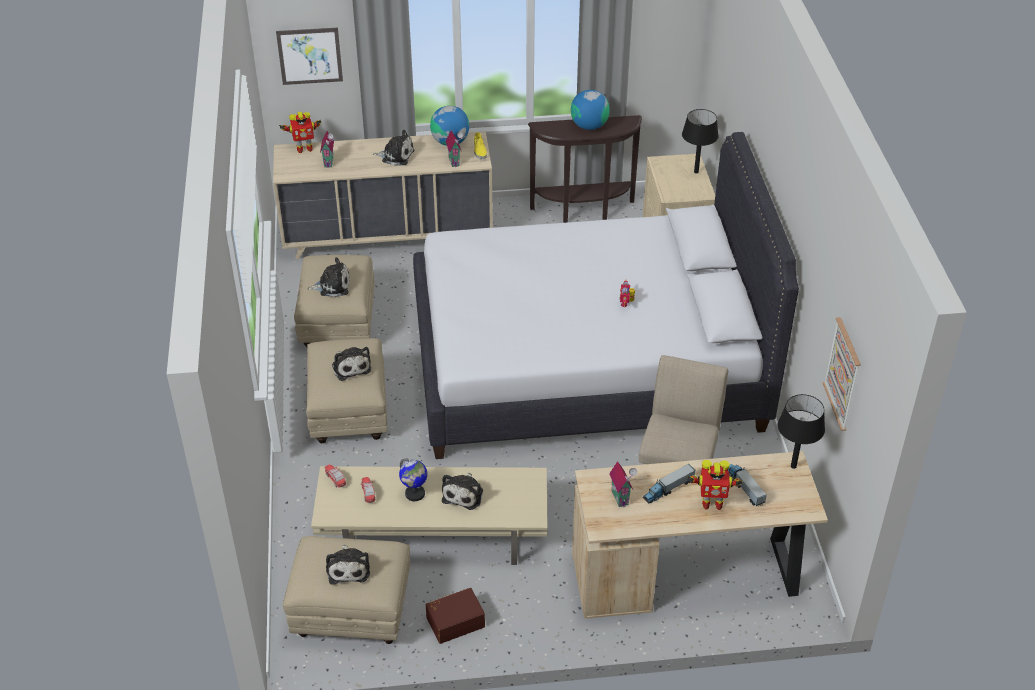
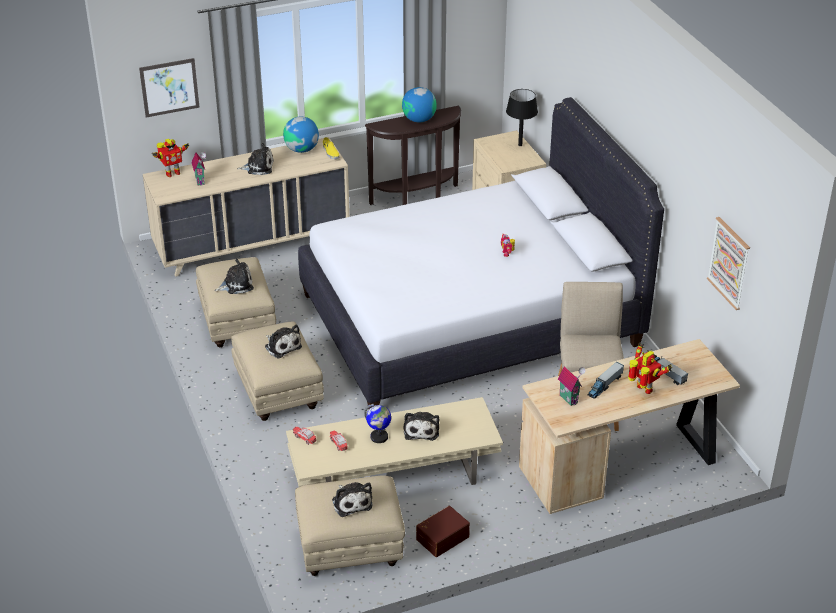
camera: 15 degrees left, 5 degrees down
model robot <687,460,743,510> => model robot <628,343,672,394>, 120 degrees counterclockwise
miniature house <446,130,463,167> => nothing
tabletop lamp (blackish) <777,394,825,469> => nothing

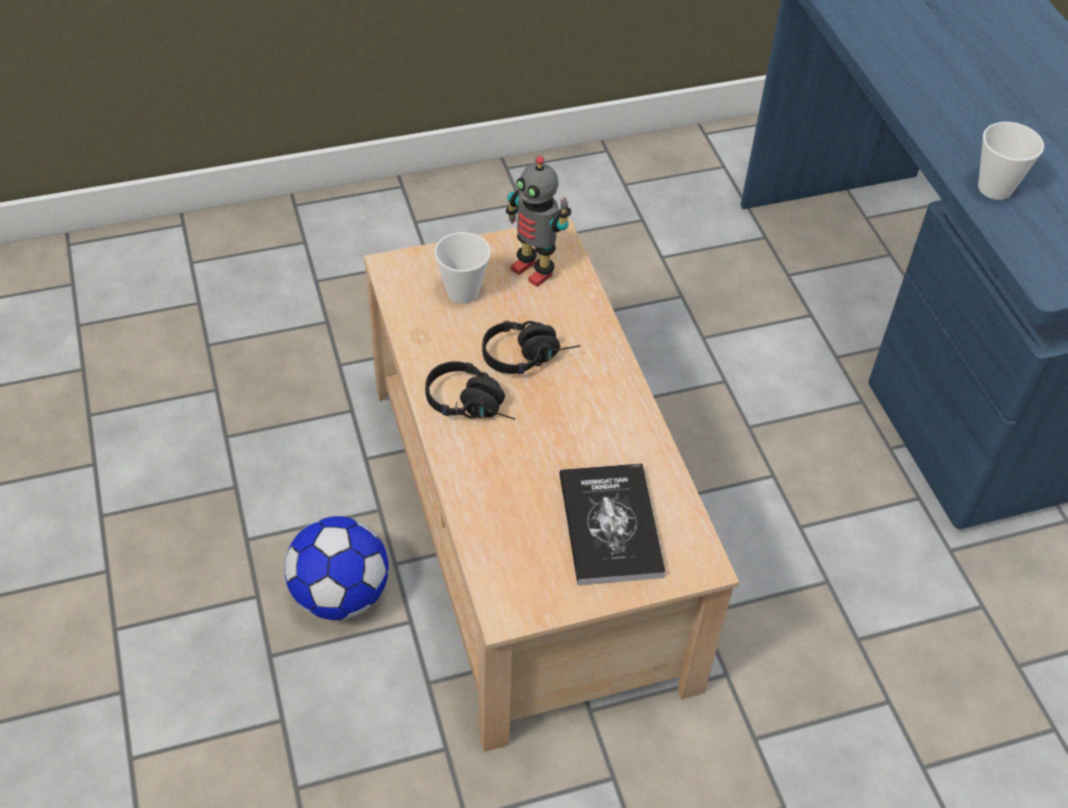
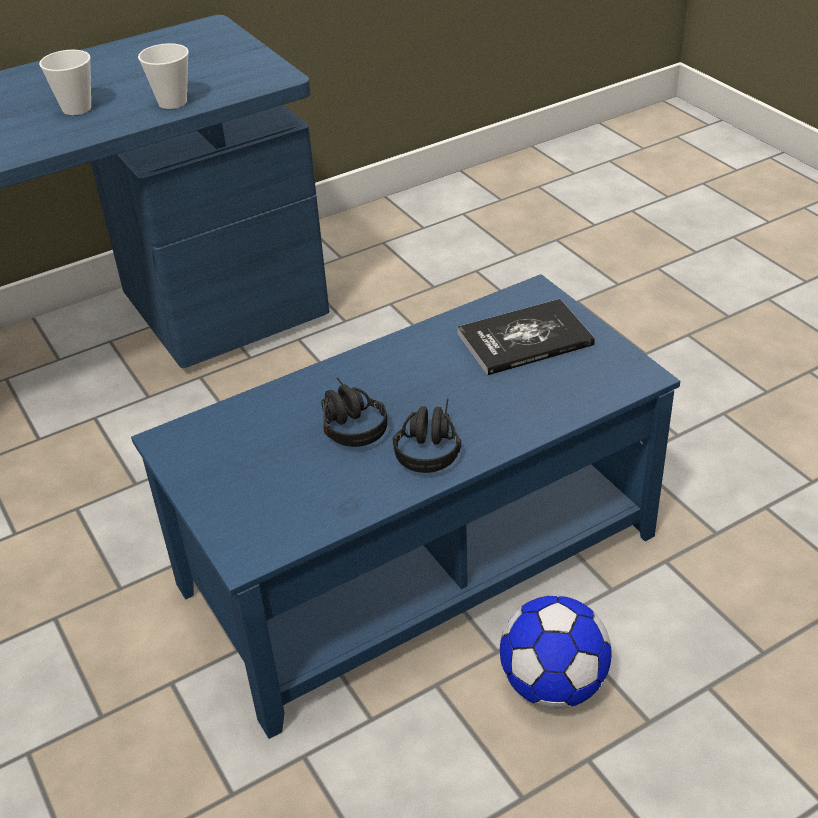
camera: 100 degrees left, 10 degrees down
drinking cup <434,232,491,304> => drinking cup <39,50,91,115>, move
coffee table (beige) <364,218,739,752> => coffee table (blue-coloured) <131,274,680,739>
model robot <506,156,571,287> => nothing

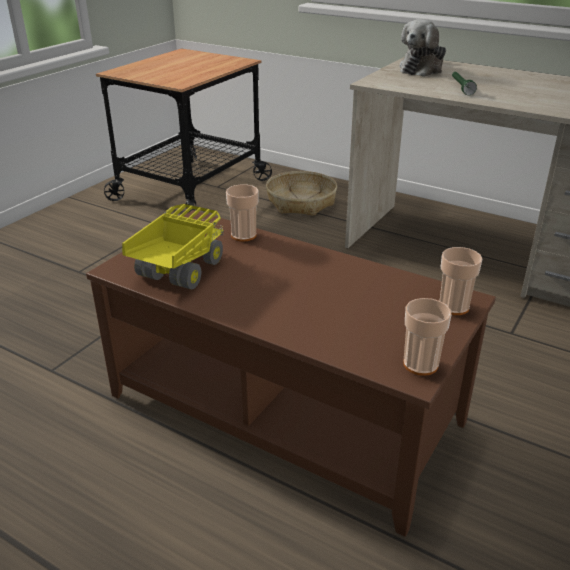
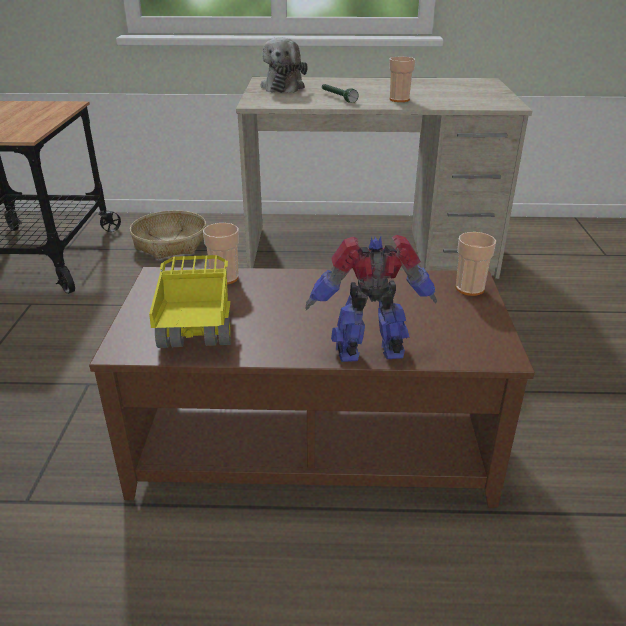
camera: 30 degrees left, 0 degrees up
nothing => model robot <305,235,437,362>
drinking cup <403,298,451,376> => drinking cup <389,57,415,102>, move

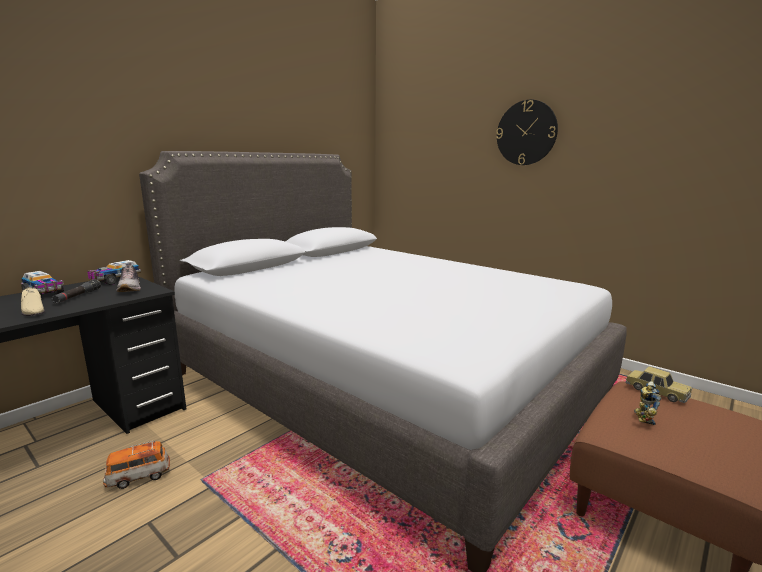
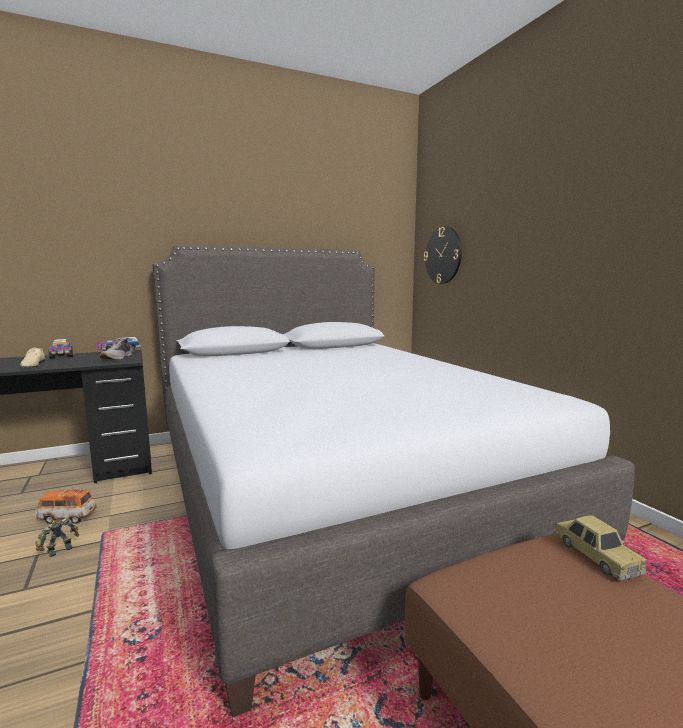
camera: 25 degrees right, 5 degrees down
model robot <634,381,662,425> => model robot <36,518,79,557>, move
wall clock <496,100,558,165> => wall clock <424,226,462,284>, move
torch (blackish) <51,279,101,304> => nothing

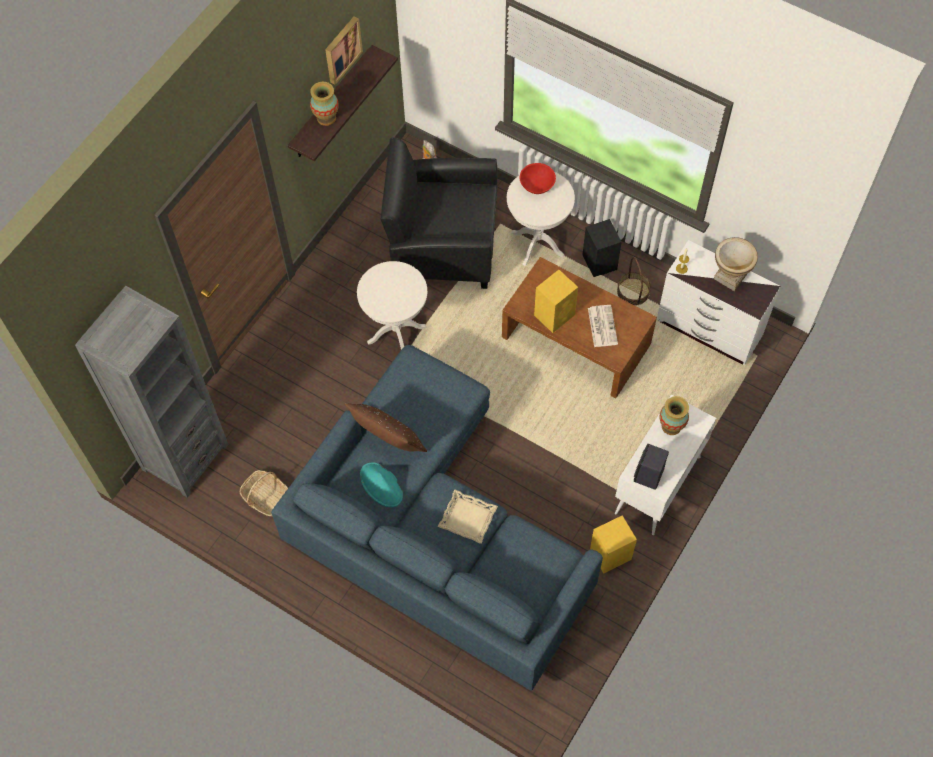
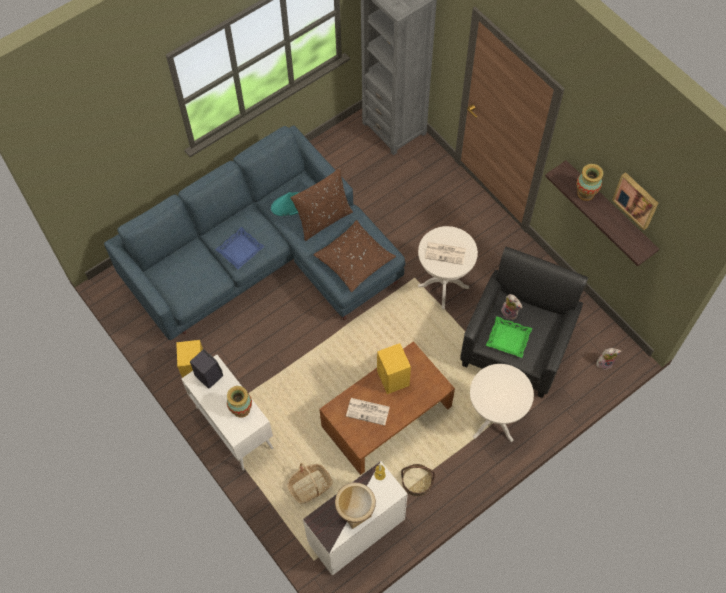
camera: 110 degrees right, 0 degrees up
serving tray (beige) <437,490,498,544> => serving tray (blue-coloured) <215,227,265,270>
household basket <240,470,288,516> => household basket <287,463,333,504>, move
nothing => throw pillow (brown-coloured) <313,220,396,292>
nothing => daily paper <425,242,466,265>
nothing => serving tray (green) <486,316,532,358>
nothing => cuddly toy <501,294,522,320>
deep dish (red-coloured) <520,163,556,194> => nothing
loudspeaker (blackish) <582,219,622,277> => nothing

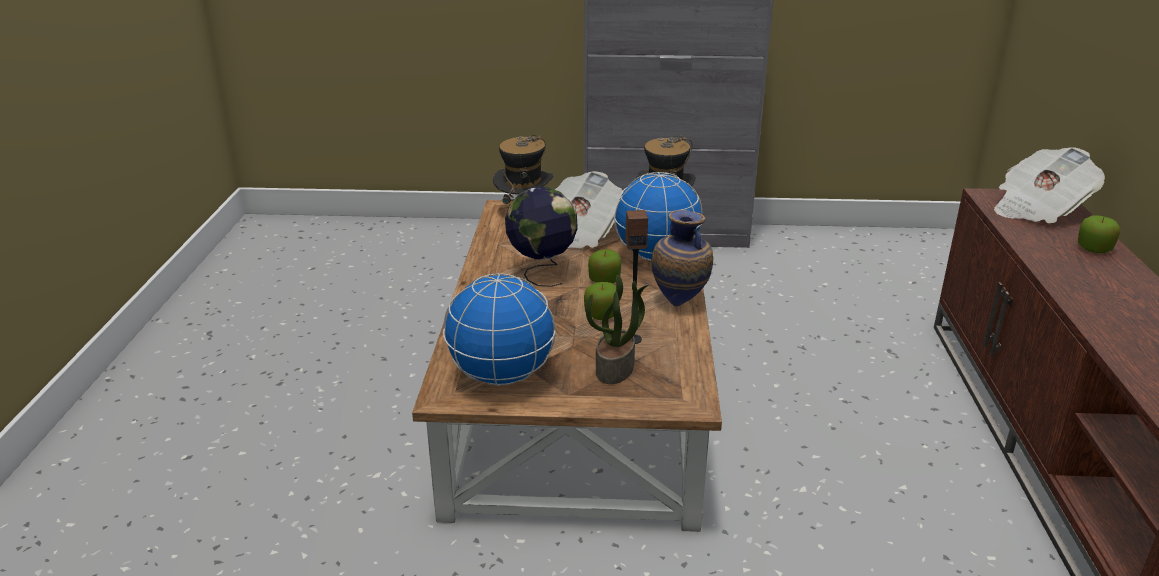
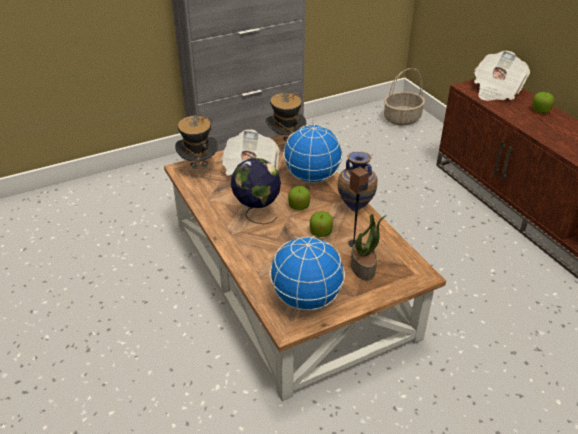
camera: 30 degrees left, 10 degrees up
nothing => household basket <384,68,425,126>

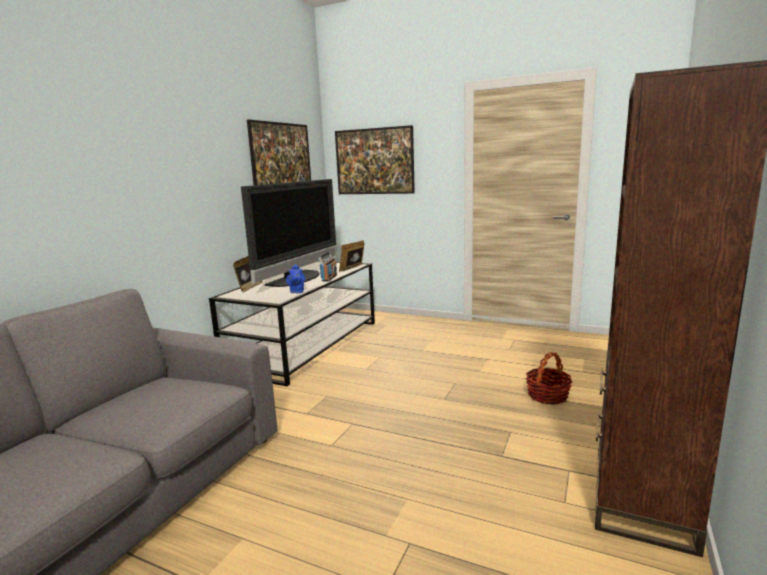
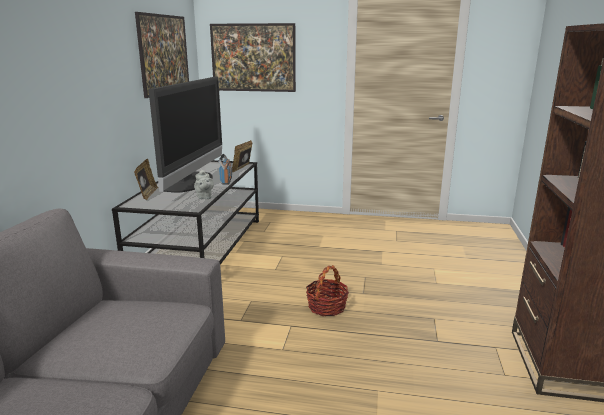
camera: 15 degrees left, 5 degrees up
tea pot (blue-coloured) <286,264,305,293> => tea pot (greyish) <194,169,214,199>
household basket <526,352,572,404> => household basket <306,265,349,316>, move

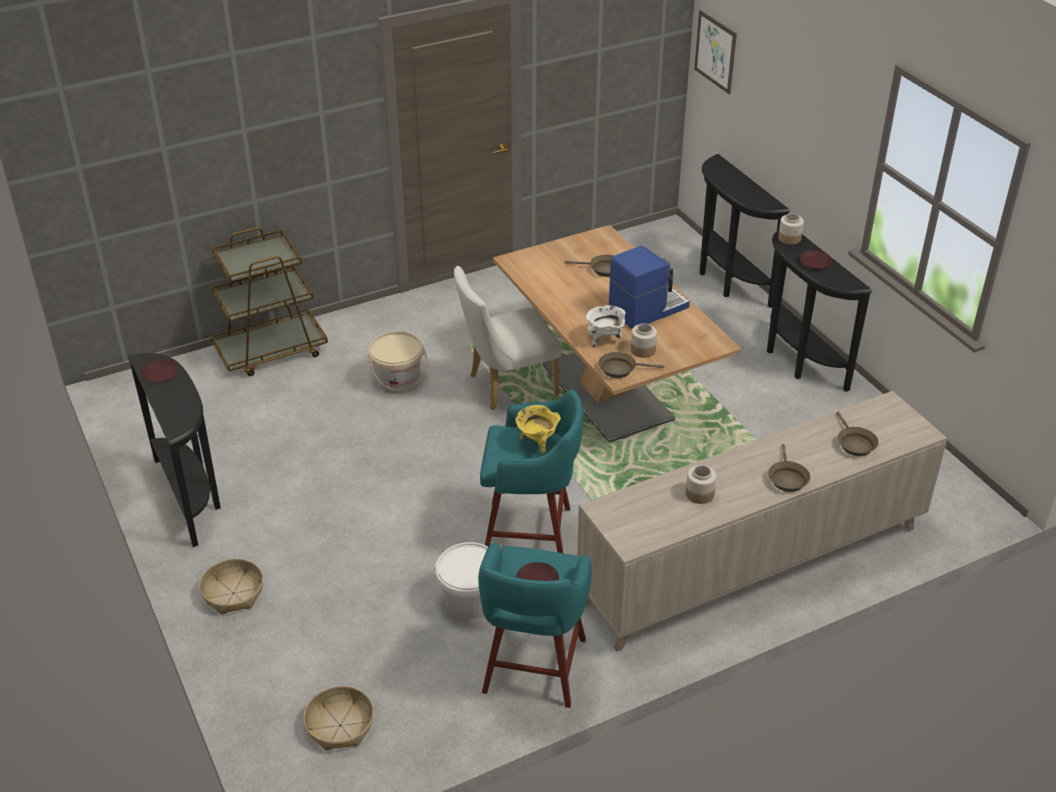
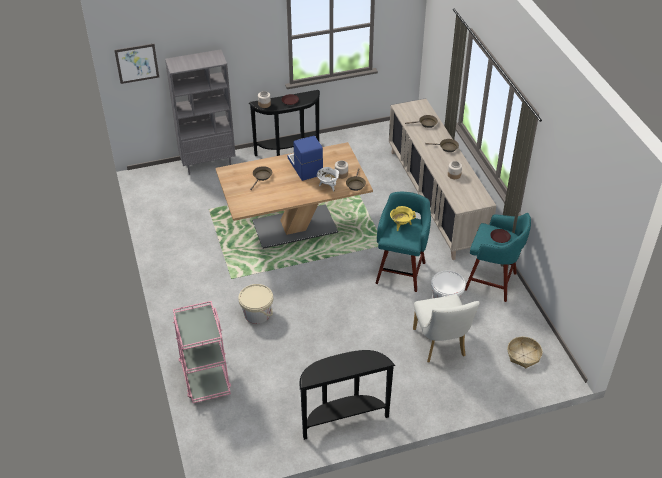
camera: 80 degrees left, 5 degrees up
console table (blackish) <699,154,790,308> => shelving unit (greyish) <165,50,236,175>
trolley (brown-coloured) <211,227,328,376> => trolley (pink-coloured) <173,301,231,403>
plain chair (white) <454,266,562,410> => plain chair (white) <413,295,480,363>, move
plate (brown-coloured) <141,359,179,383> => nothing
household basket <199,559,263,615> => nothing

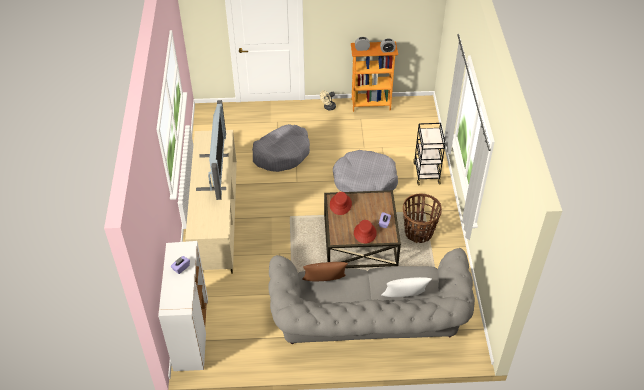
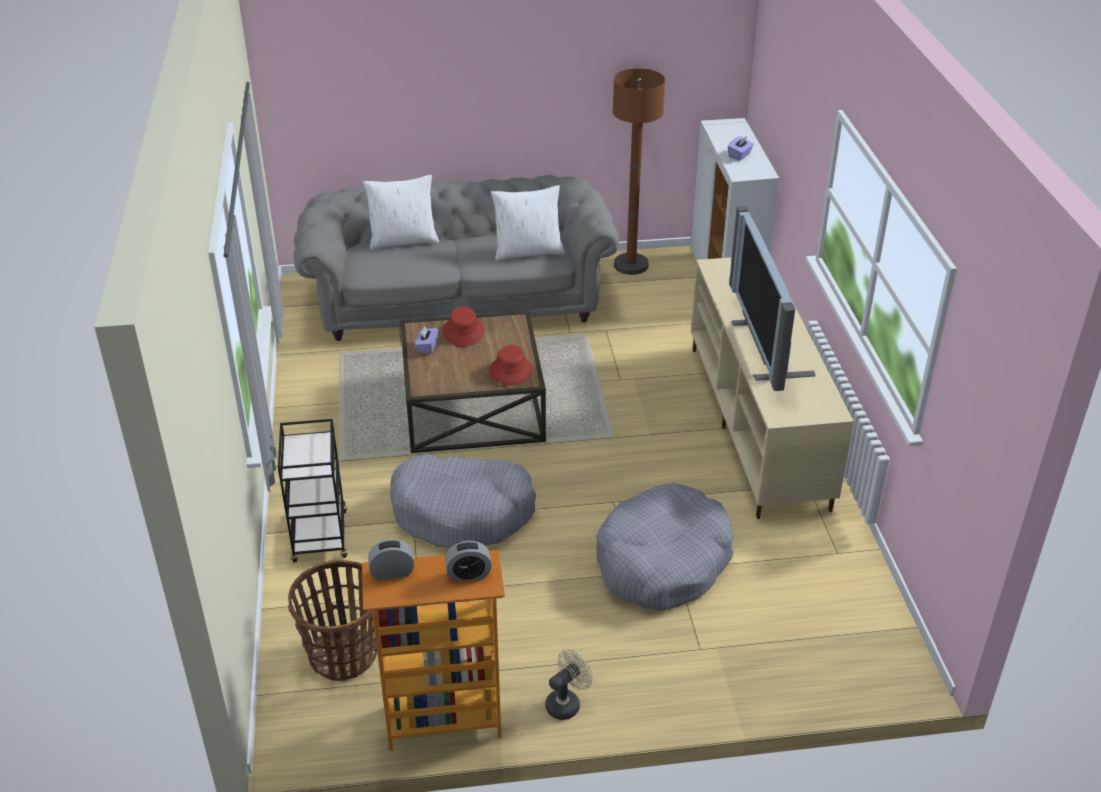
camera: 175 degrees right, 10 degrees down
household basket <403,194,442,243> => household basket <288,561,377,681>, move
throw pillow (brown-coloured) <302,262,348,281> => throw pillow (white) <491,185,565,261>
nothing => standard lamp (brown-coloured) <613,68,665,275>

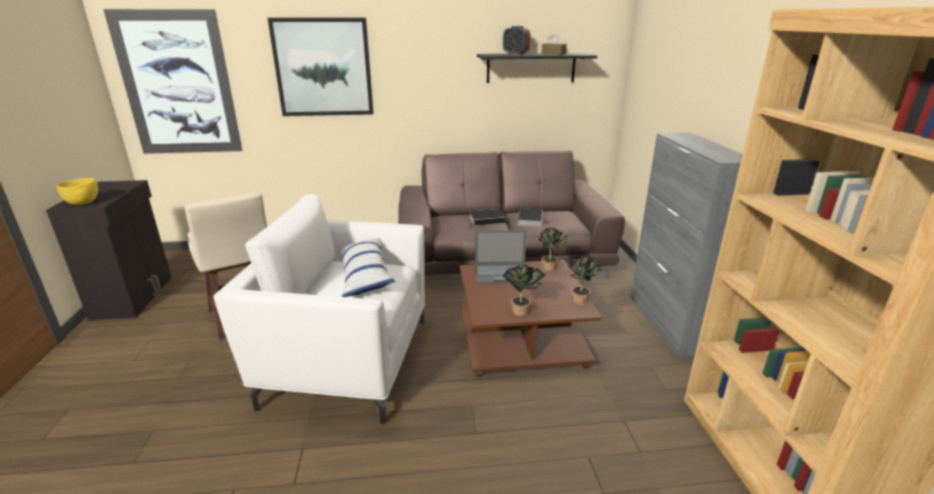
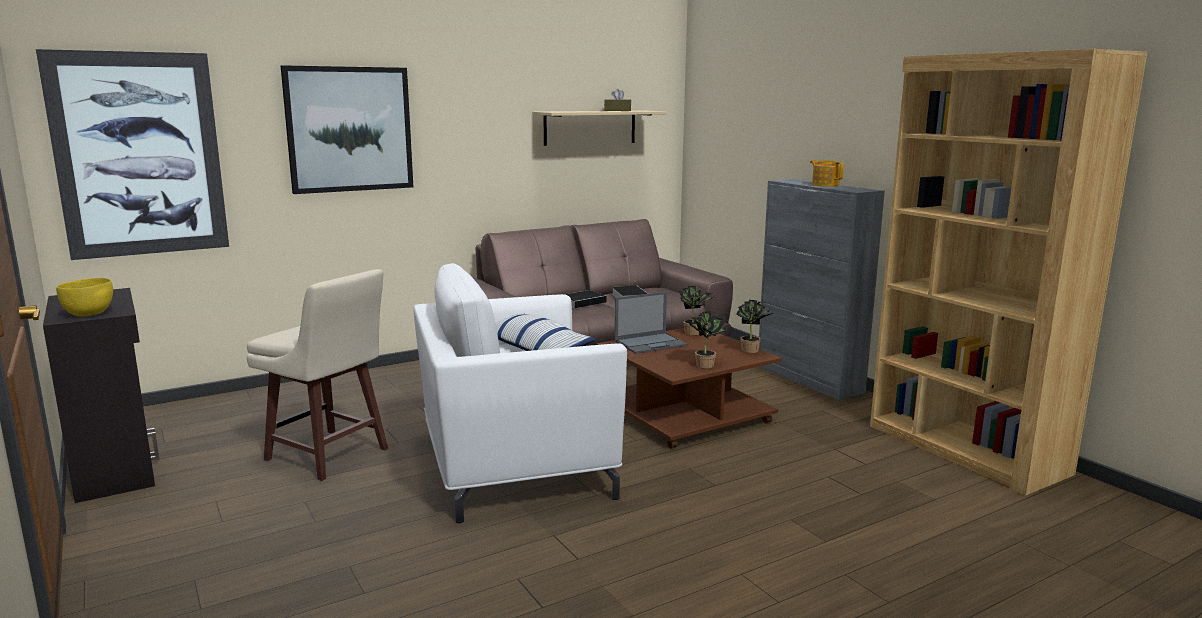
camera: 25 degrees left, 10 degrees down
wall shelf (blackish) <477,53,597,83> => wall shelf (beige) <532,110,666,146>
nothing => tea pot <810,160,844,186>
table clock <503,26,530,55> => nothing

